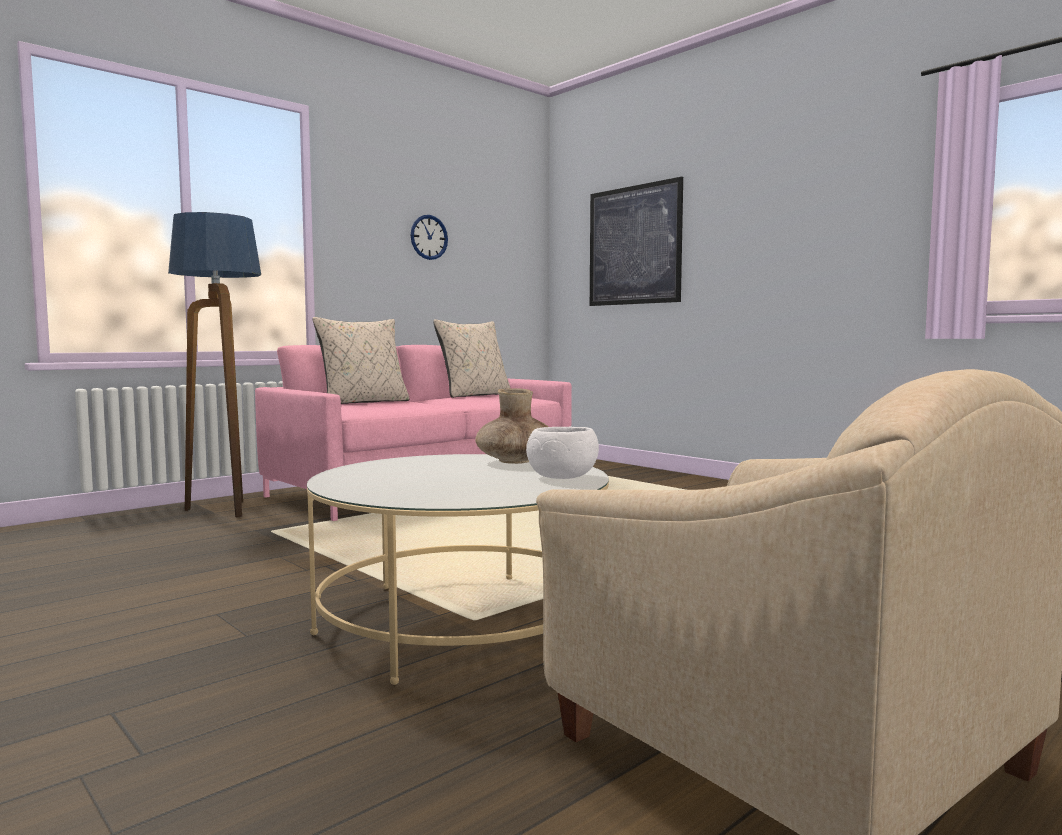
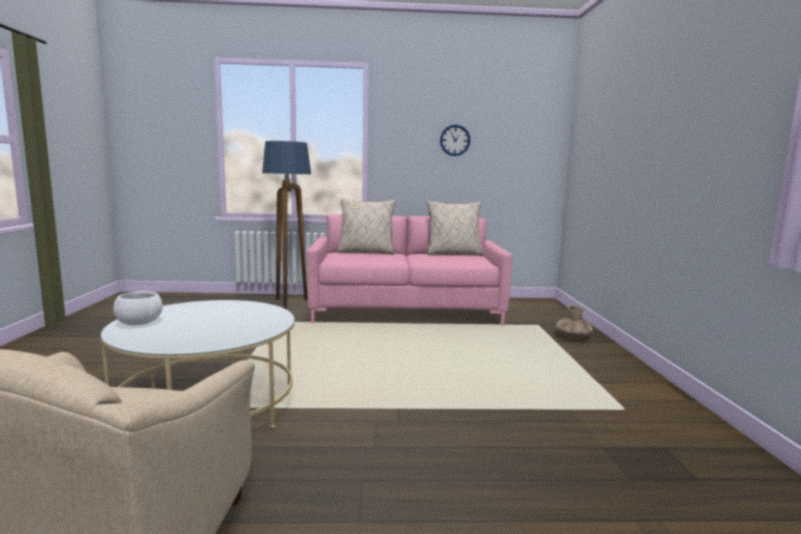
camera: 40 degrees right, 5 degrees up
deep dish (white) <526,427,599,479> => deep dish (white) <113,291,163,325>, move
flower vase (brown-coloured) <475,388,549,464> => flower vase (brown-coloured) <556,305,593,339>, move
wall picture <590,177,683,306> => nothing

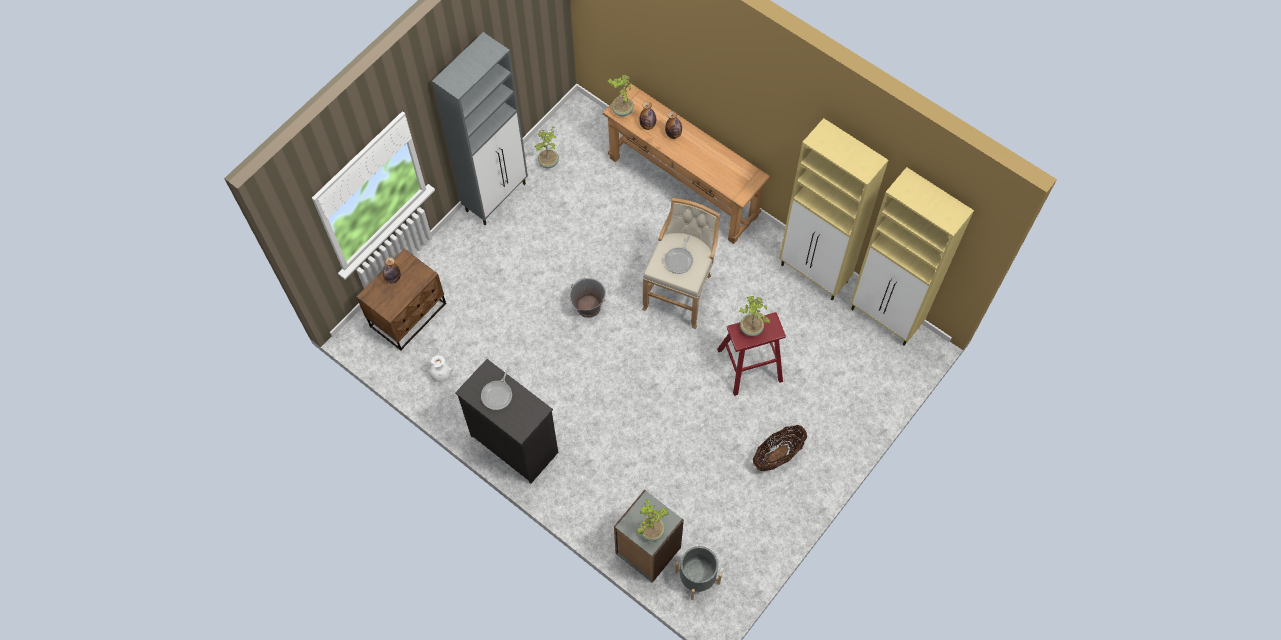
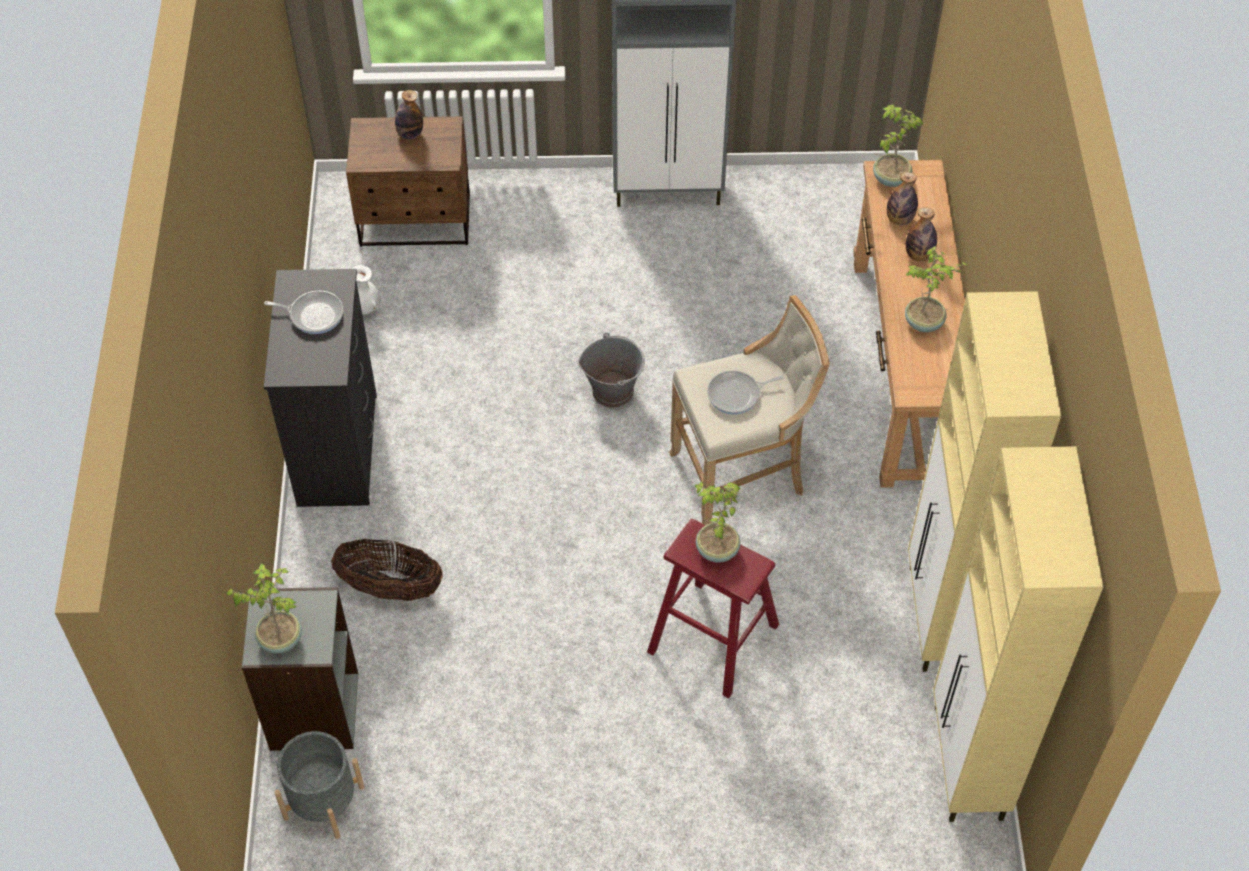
camera: 50 degrees right, 10 degrees down
frying pan <481,367,512,410> => frying pan <264,291,343,334>, 150 degrees counterclockwise
household basket <753,425,807,471> => household basket <331,538,443,601>, move
potted plant <535,127,559,168> => potted plant <905,246,968,332>, move

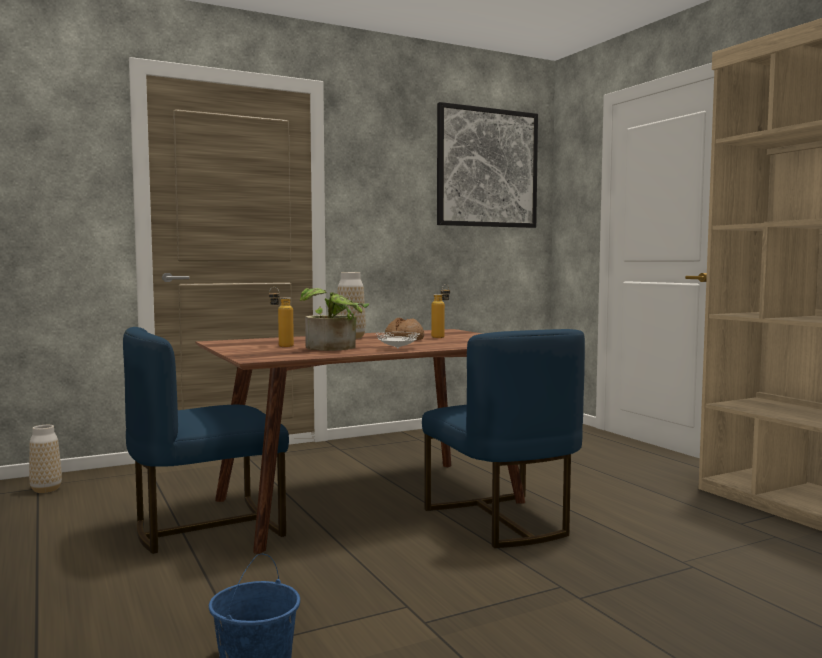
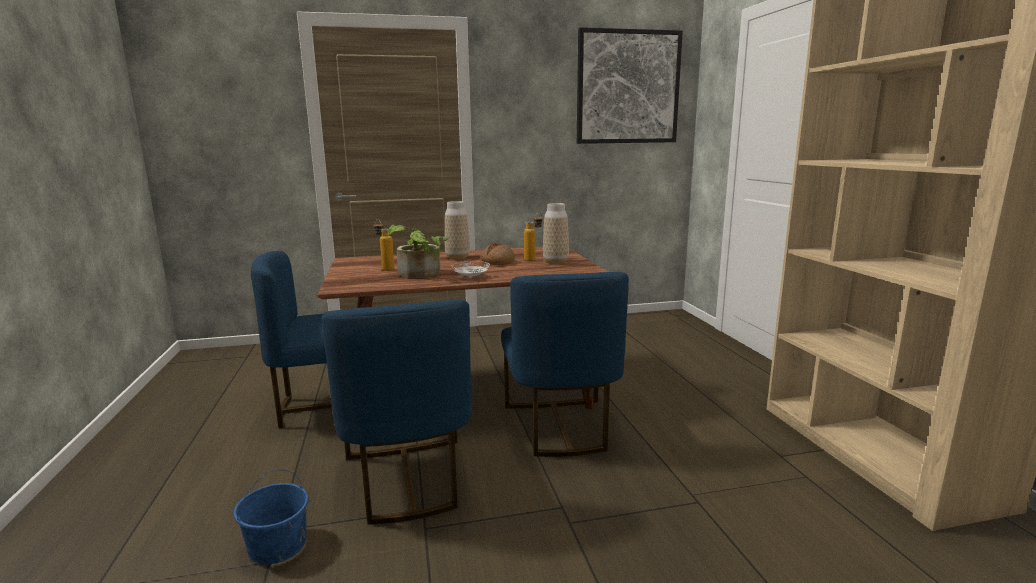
camera: 15 degrees right, 10 degrees up
nothing => plain chair (blue-coloured) <321,300,471,524>
flower vase <29,425,62,493> => flower vase <543,203,569,264>, move

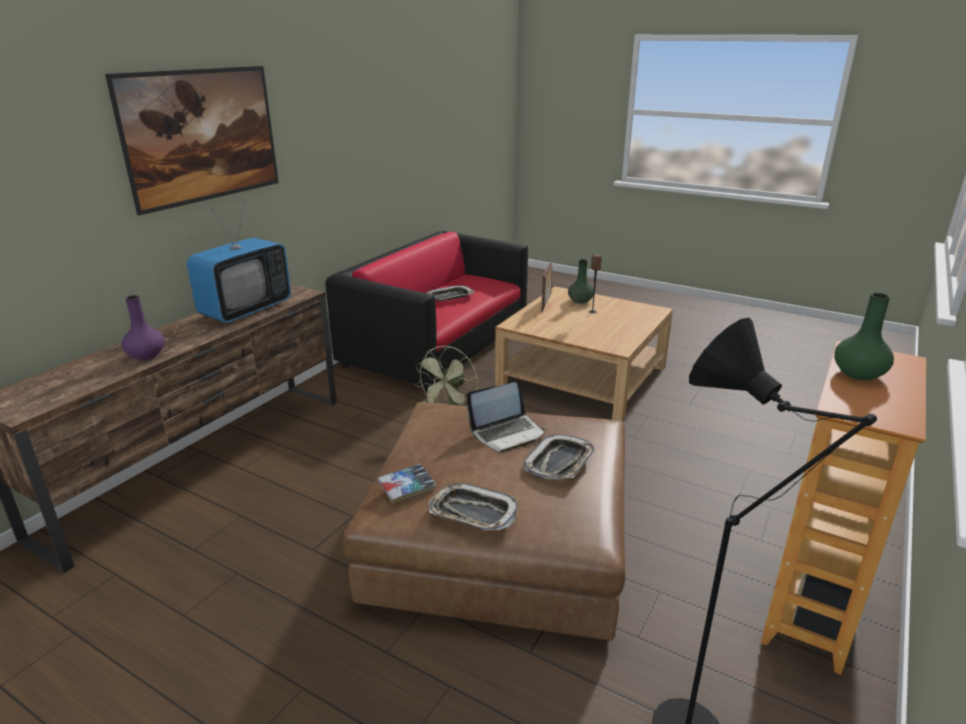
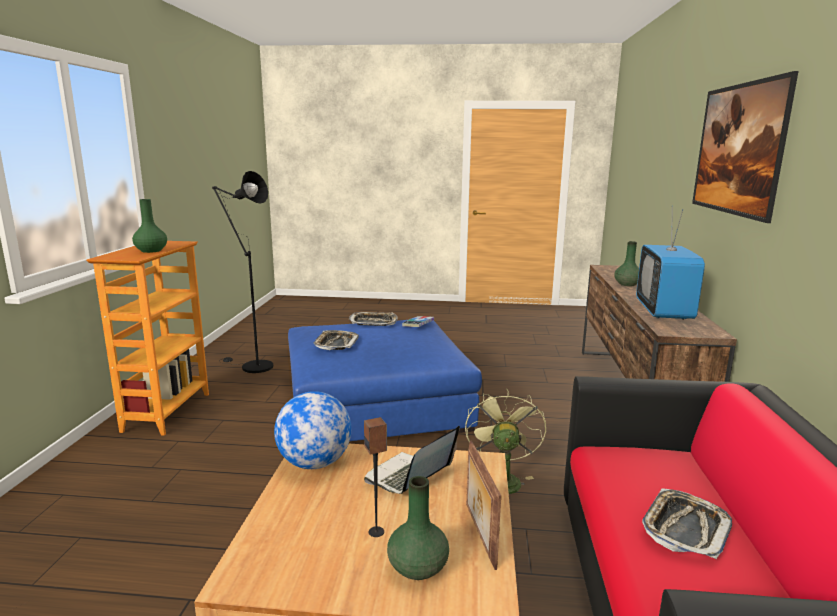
camera: 155 degrees right, 10 degrees down
nothing => globe <274,391,351,469>
pouffe (brown-coloured) <343,402,625,642> => pouffe (blue-coloured) <288,320,482,441>
notebook computer <466,382,546,453> => notebook computer <364,426,460,494>, move
flower vase (purple-coloured) <122,295,165,360> => flower vase (green) <614,241,639,286>

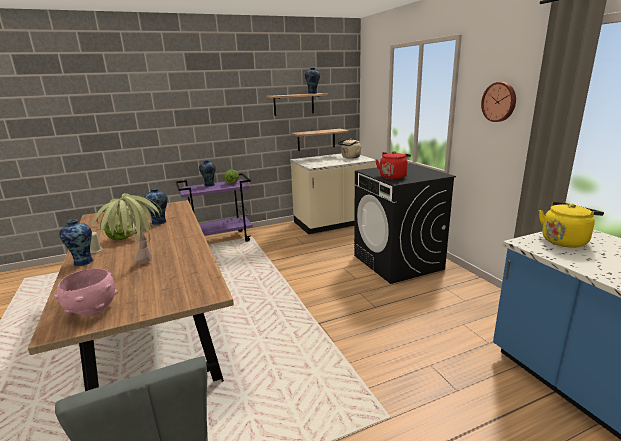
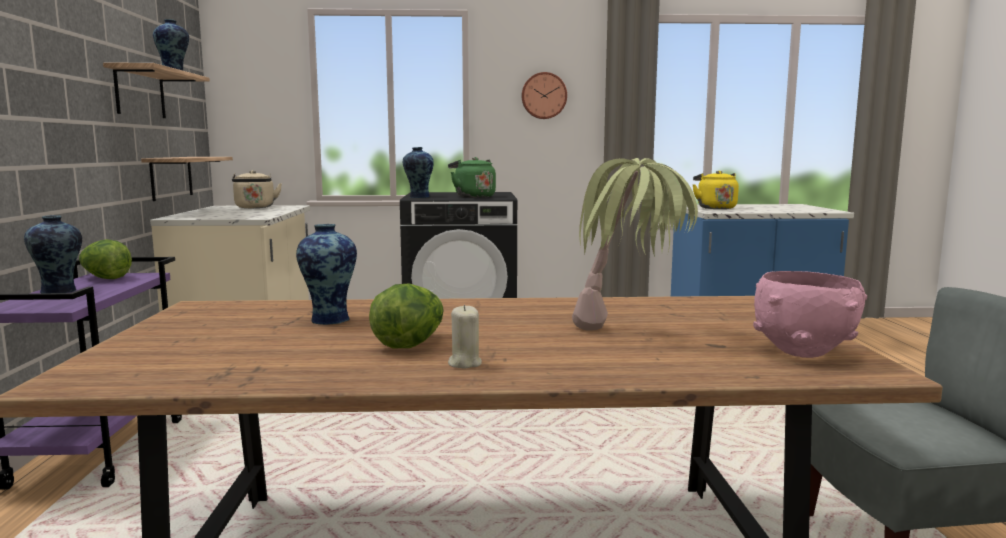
camera: 70 degrees left, 10 degrees down
flower vase <59,219,93,266> => flower vase <403,147,434,198>, move
kettle (red-coloured) <375,151,411,179> => kettle (green) <448,157,496,198>

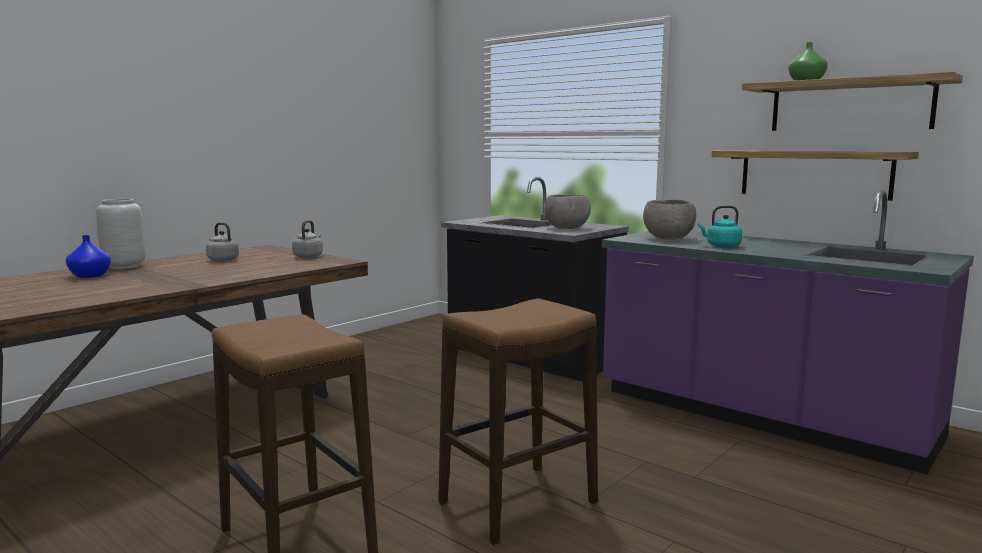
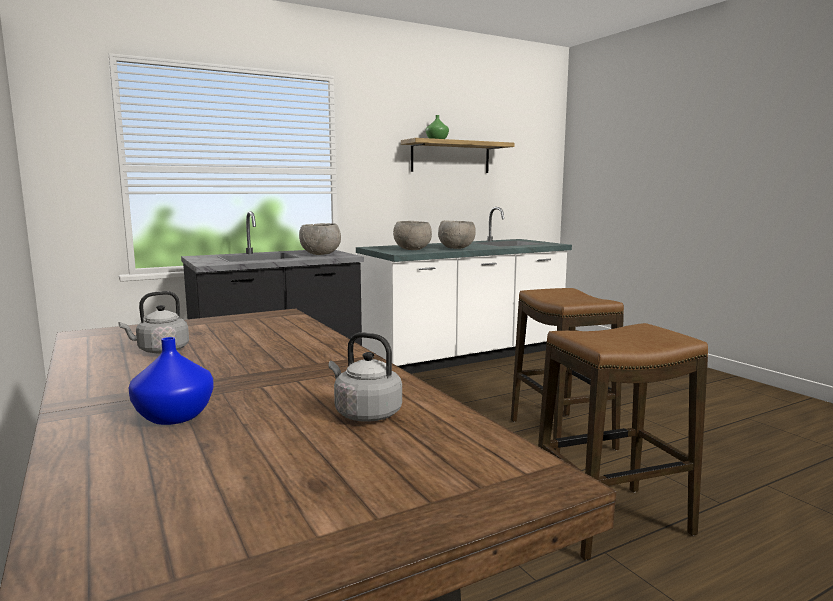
camera: 70 degrees left, 0 degrees up
kettle (greyish) <292,220,323,258> => kettle (greyish) <329,332,402,422>, move
counter (purple-coloured) <602,190,974,474> => counter (white) <356,207,572,374>
kettle (blue-green) <698,205,742,248> => deep dish (greyish) <438,220,476,249>
flower vase (greyish) <96,199,145,269> => nothing
wall shelf <712,150,919,201> => nothing

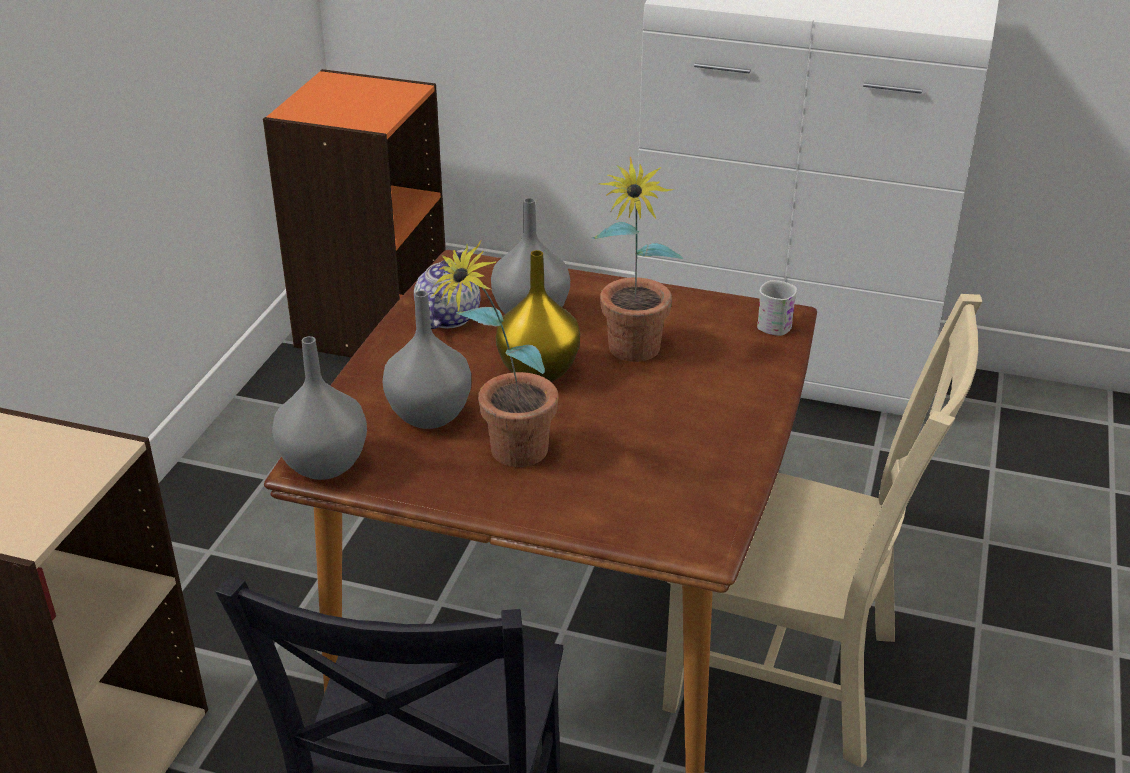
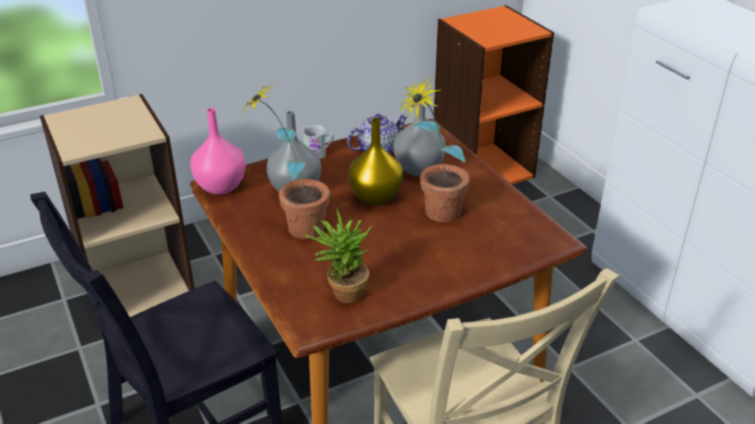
camera: 45 degrees right, 0 degrees up
flower vase (greyish) <272,336,367,480> => flower vase (pink-coloured) <190,108,246,195>
mug (white) <757,280,797,336> => mug (white) <302,125,334,159>, move
nothing => potted plant <304,207,373,303>

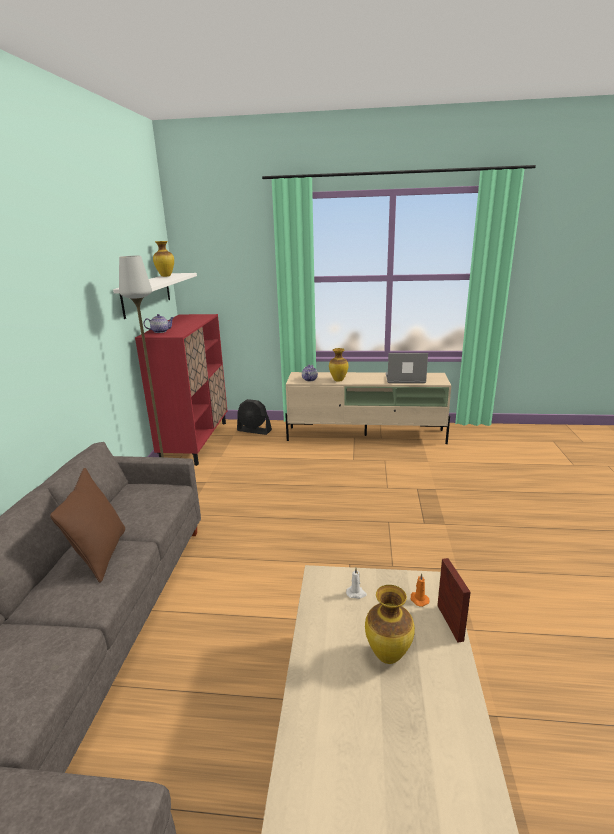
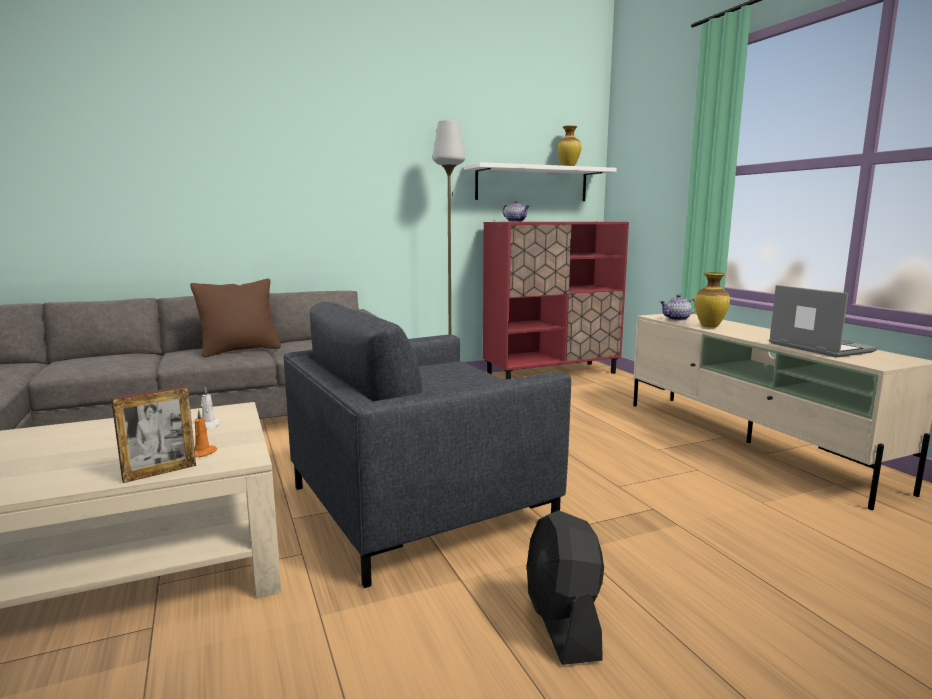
camera: 60 degrees right, 10 degrees down
nothing => easy chair (greyish) <284,301,571,588>
fan (blackish) <237,399,272,435> => fan (blackish) <527,510,604,665>, move
flower vase <365,585,415,664> => nothing

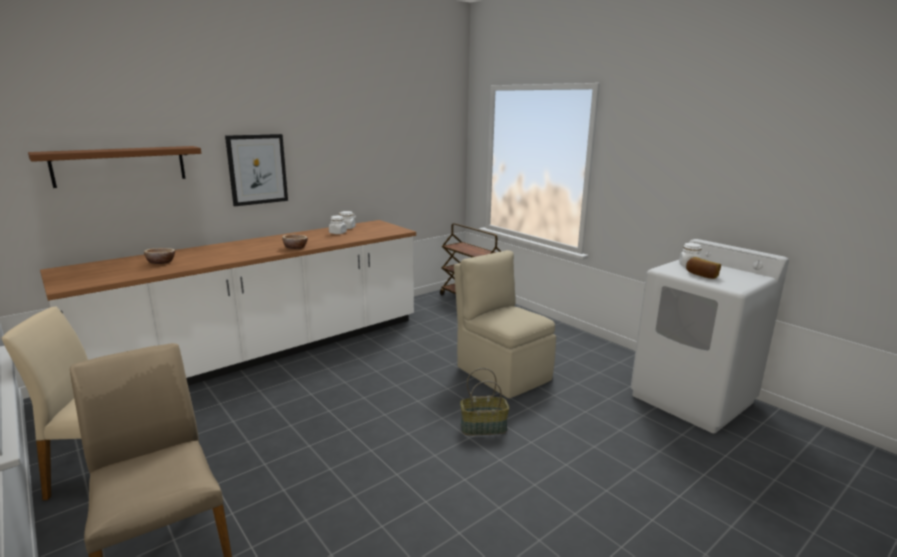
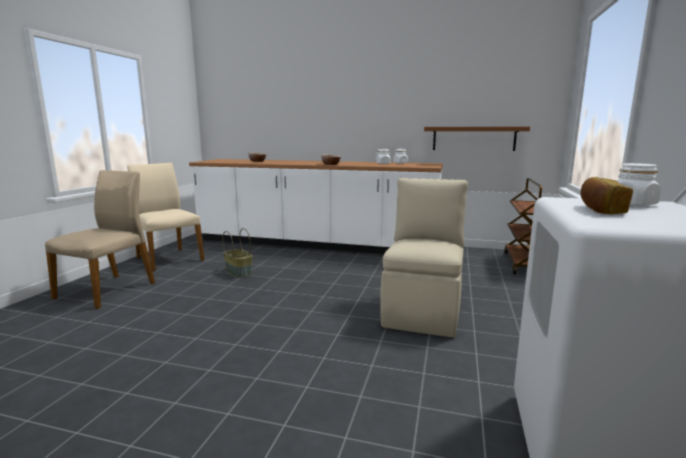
camera: 55 degrees right, 5 degrees down
household basket <460,368,509,436> => household basket <223,228,253,278>, move
wall shelf (brown-coloured) <28,146,201,188> => wall shelf (brown-coloured) <424,127,530,151>, move
wall picture <225,134,288,206> => nothing

